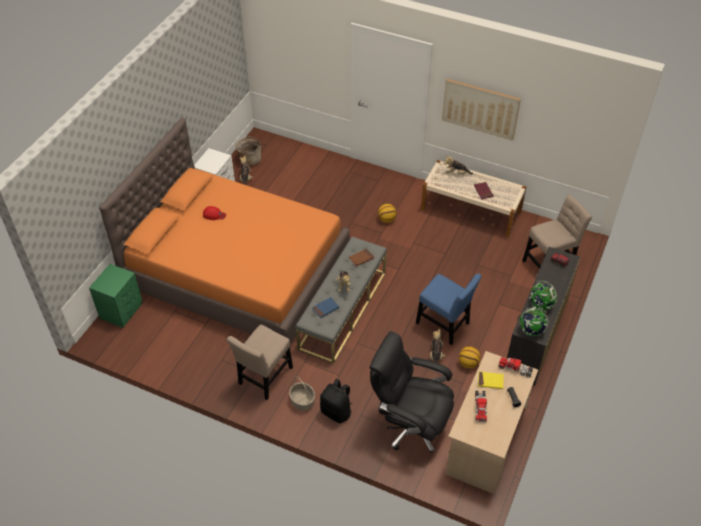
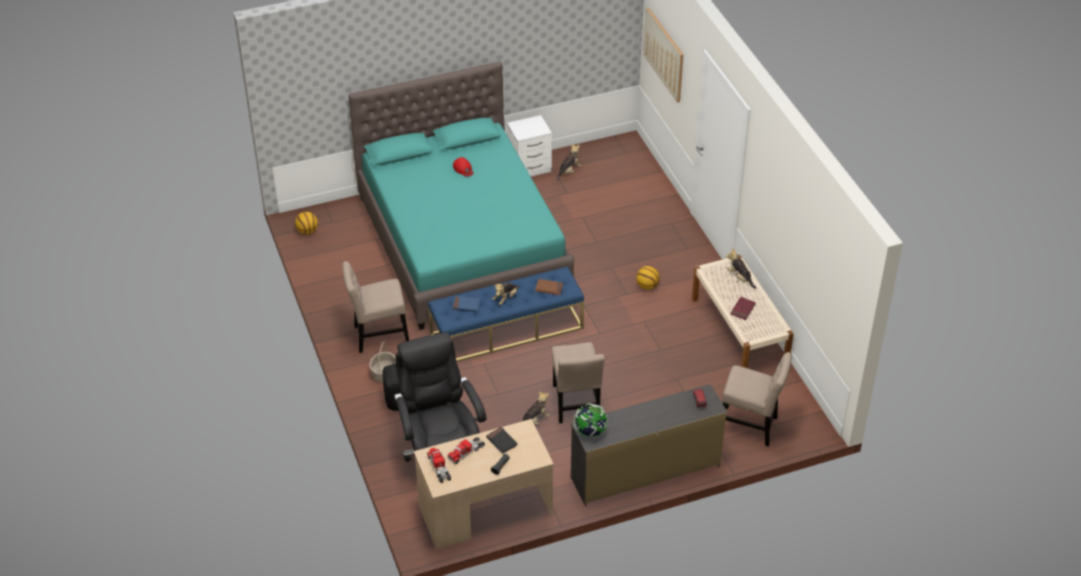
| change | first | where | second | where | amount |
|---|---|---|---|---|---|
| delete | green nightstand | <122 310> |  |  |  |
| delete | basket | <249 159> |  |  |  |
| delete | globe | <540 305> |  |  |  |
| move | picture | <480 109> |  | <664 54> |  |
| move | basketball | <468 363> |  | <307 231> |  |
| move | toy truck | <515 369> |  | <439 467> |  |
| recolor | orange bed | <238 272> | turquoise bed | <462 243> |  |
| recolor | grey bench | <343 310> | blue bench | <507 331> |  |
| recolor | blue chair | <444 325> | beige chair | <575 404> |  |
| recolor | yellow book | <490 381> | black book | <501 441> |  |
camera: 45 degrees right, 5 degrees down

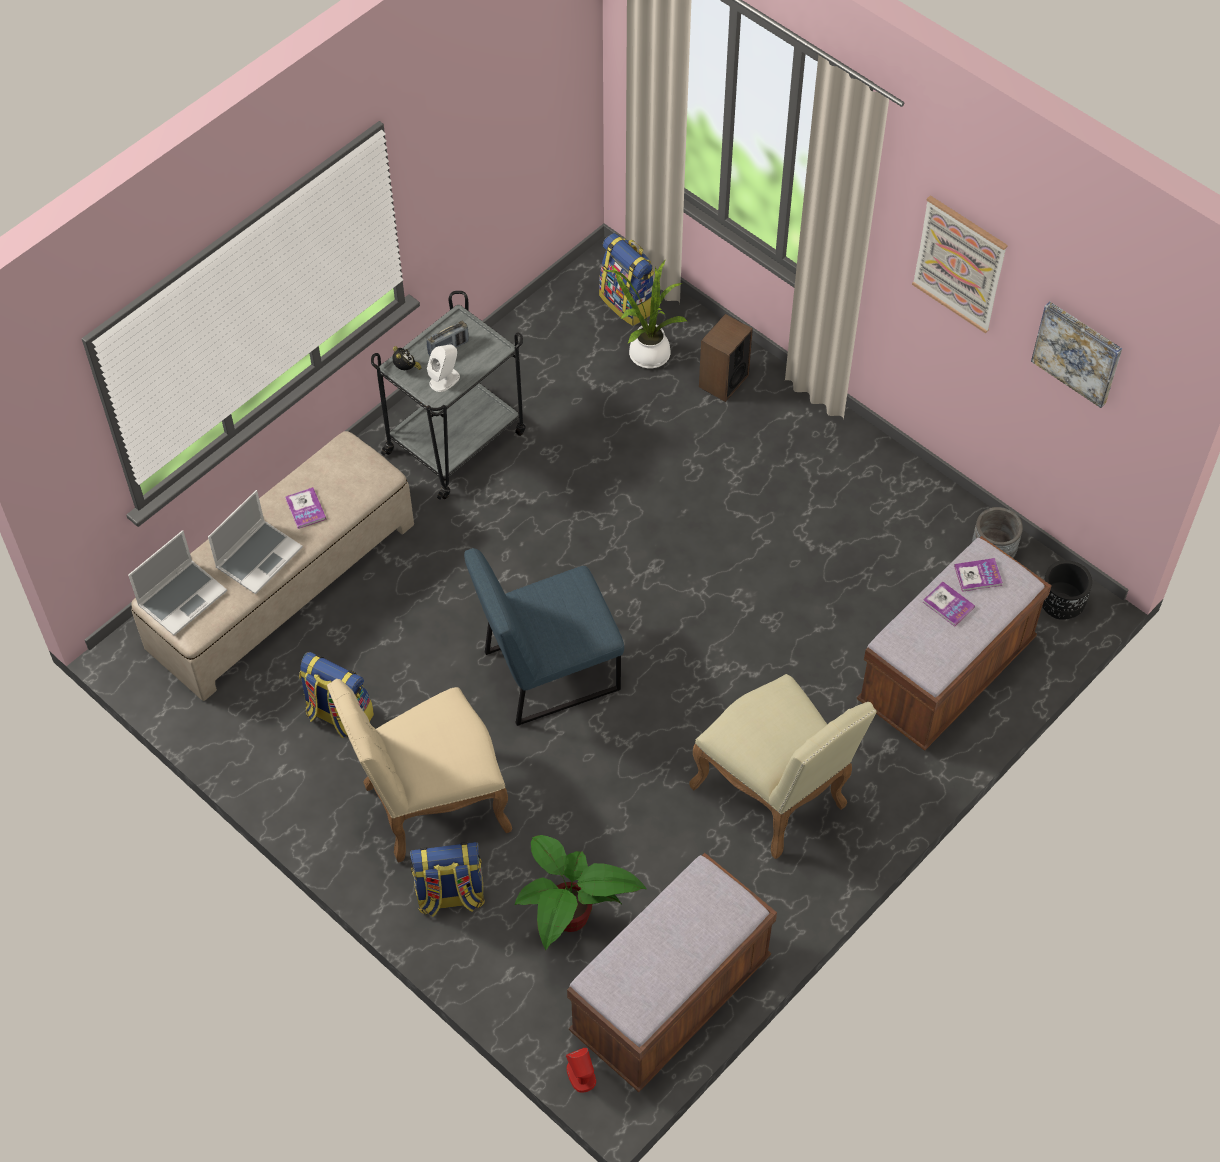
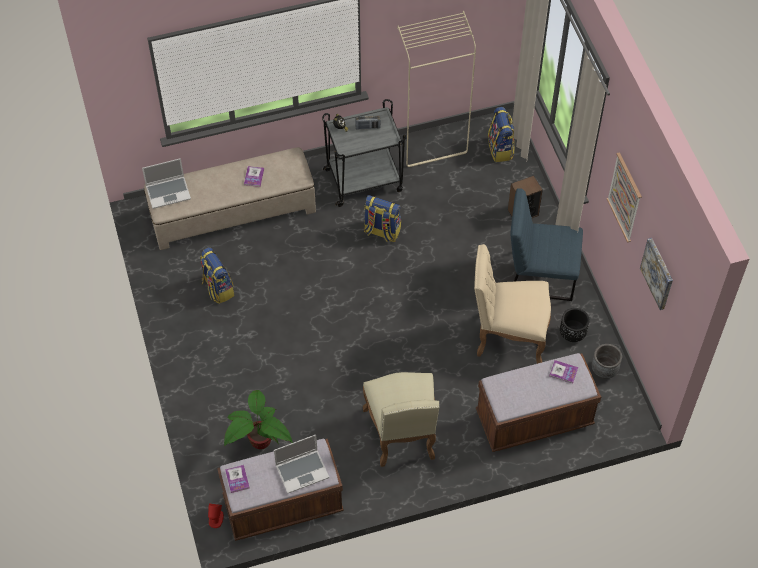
| change | first | where | second | where | amount |
|---|---|---|---|---|---|
| delete | white speaker | <445 379> |  |  |  |
| delete | potted plant | <646 354> |  |  |  |
| insert |  |  | beige clothes rack | <432 146> |  |
| move | laptop | <259 557> |  | <302 471> |  |
| move | beige chair | <431 804> |  | <508 336> |  |
| move | backpack | <450 896> |  | <381 231> |  |
| move | blue chair | <547 671> |  | <540 275> |  |
| move | book | <948 605> |  | <237 479> |  |
| move | black planter | <1060 606> |  | <572 334> |  |
camera: 30 degrees right, 0 degrees up

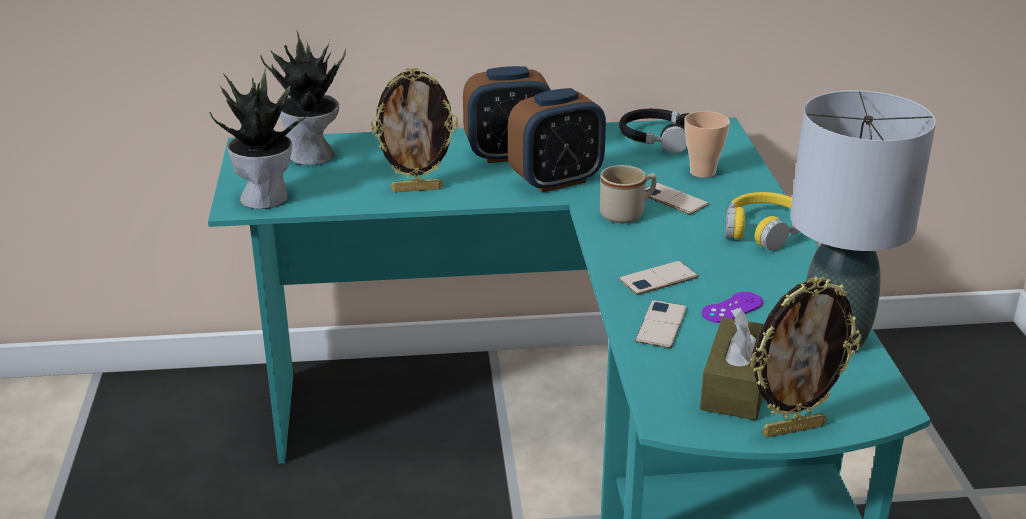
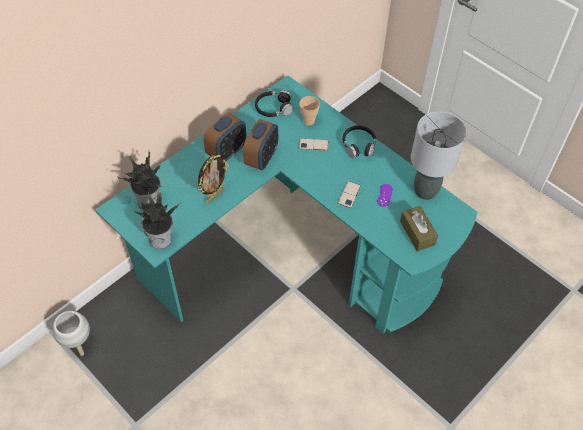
| change | first | where | second | where | amount |
|---|---|---|---|---|---|
| delete | beige mug | <628 213> |  |  |  |
| delete | phone | <661 325> |  |  |  |
| delete | picture frame | <792 428> |  |  |  |
| insert |  |  | white planter | <78 344> |  |
| recolor | yellow headphones | <763 230> | black headphones | <359 145> |  |
camera: 40 degrees left, 25 degrees up

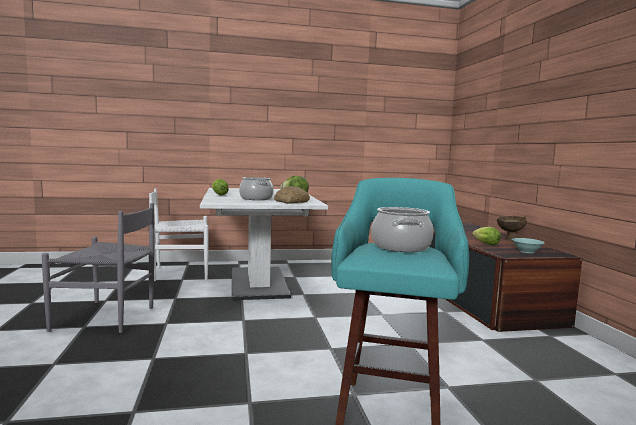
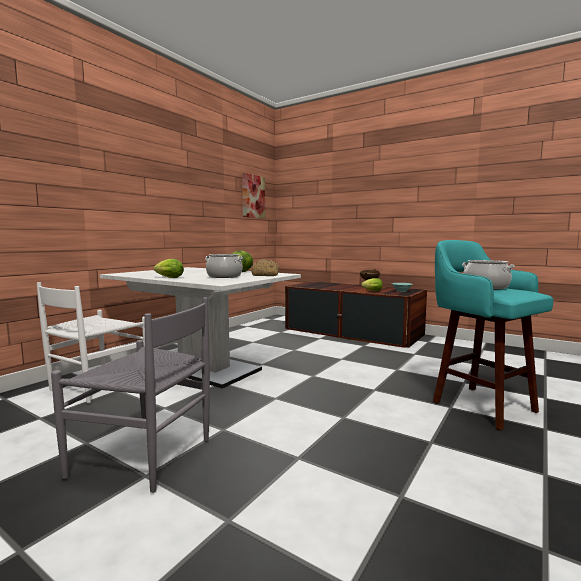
| change | first | where | second | where | amount |
|---|---|---|---|---|---|
| insert |  |  | picture | <253 196> |  |
| rotate | grey chair | <106 318> |  | <146 455> | 60 degrees clockwise |
camera: 45 degrees left, 0 degrees up

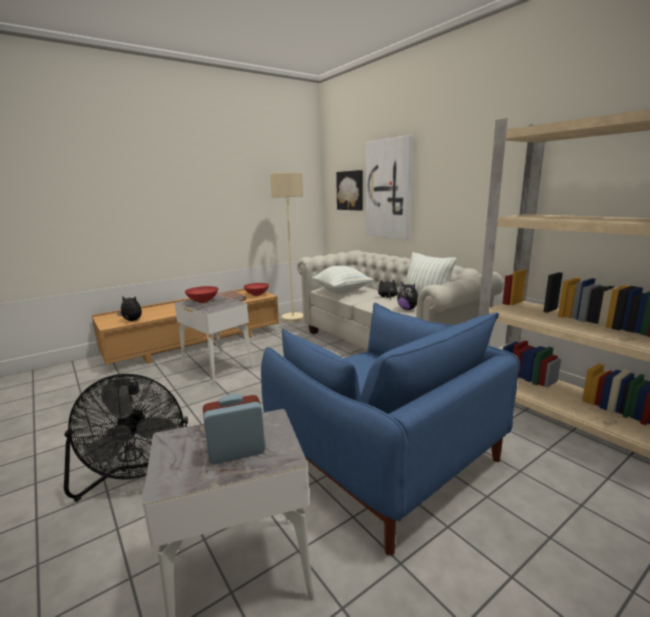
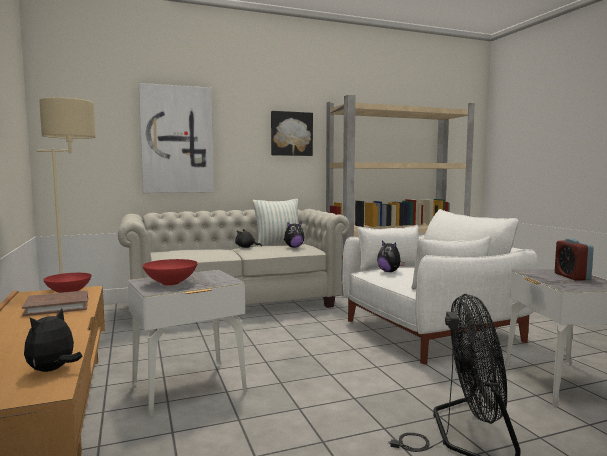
| change | first | where | second | where | amount |
|---|---|---|---|---|---|
| delete | pillow | <342 291> |  |  |  |
| insert |  |  | plush toy | <389 272> |  |
| move | picture | <350 190> |  | <291 134> |  |
| recolor | blue armchair | <383 457> | white armchair | <431 331> |  |
camera: 75 degrees left, 10 degrees down

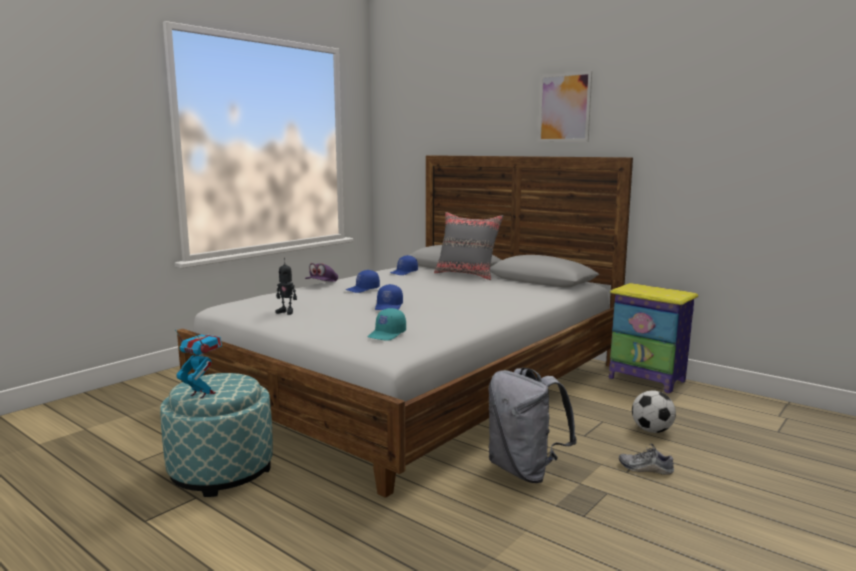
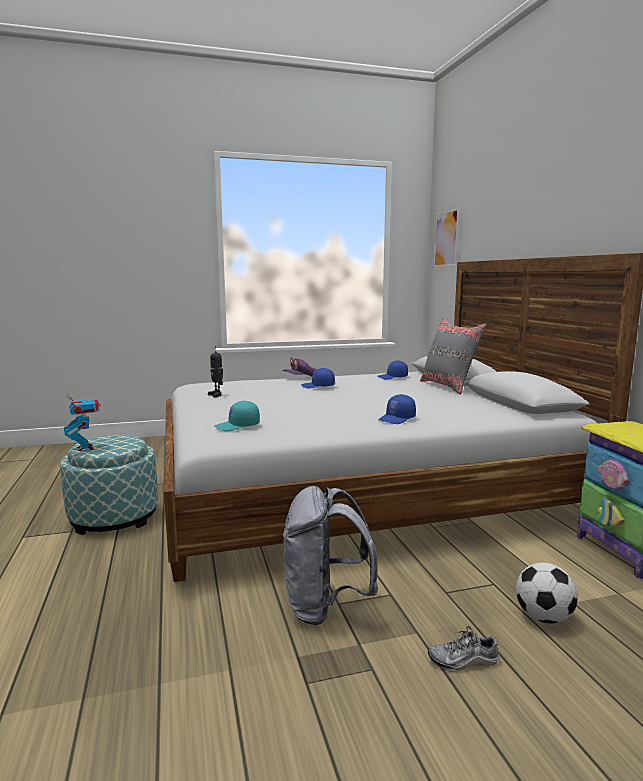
| change | first | where | second | where | amount |
|---|---|---|---|---|---|
| move | blue cap | <389 307> |  | <397 419> |  |
| move | picture | <564 107> |  | <446 239> |  |
| rotate | shoe | <645 468> |  | <463 661> | 60 degrees counterclockwise |
camera: 35 degrees right, 0 degrees up

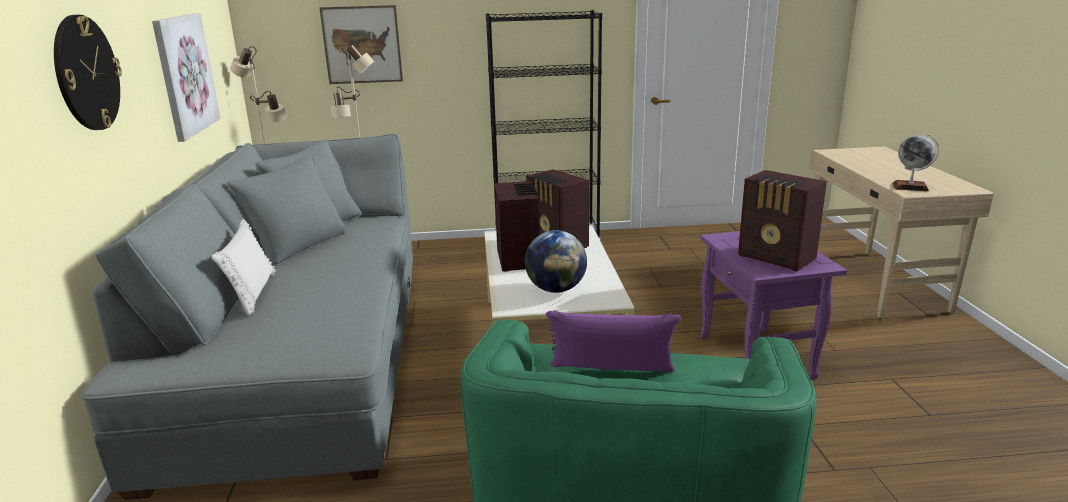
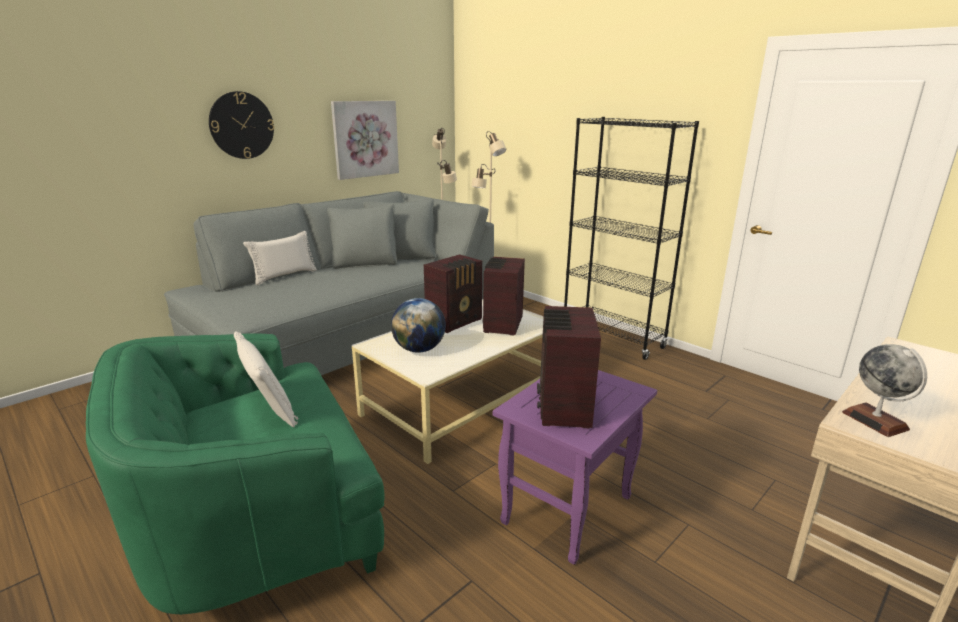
| change | first | where | second | where | amount |
|---|---|---|---|---|---|
| delete | picture | <362 45> |  |  |  |
| recolor | purple pillow | <611 375> | white pillow | <268 405> |  |
camera: 50 degrees right, 0 degrees up

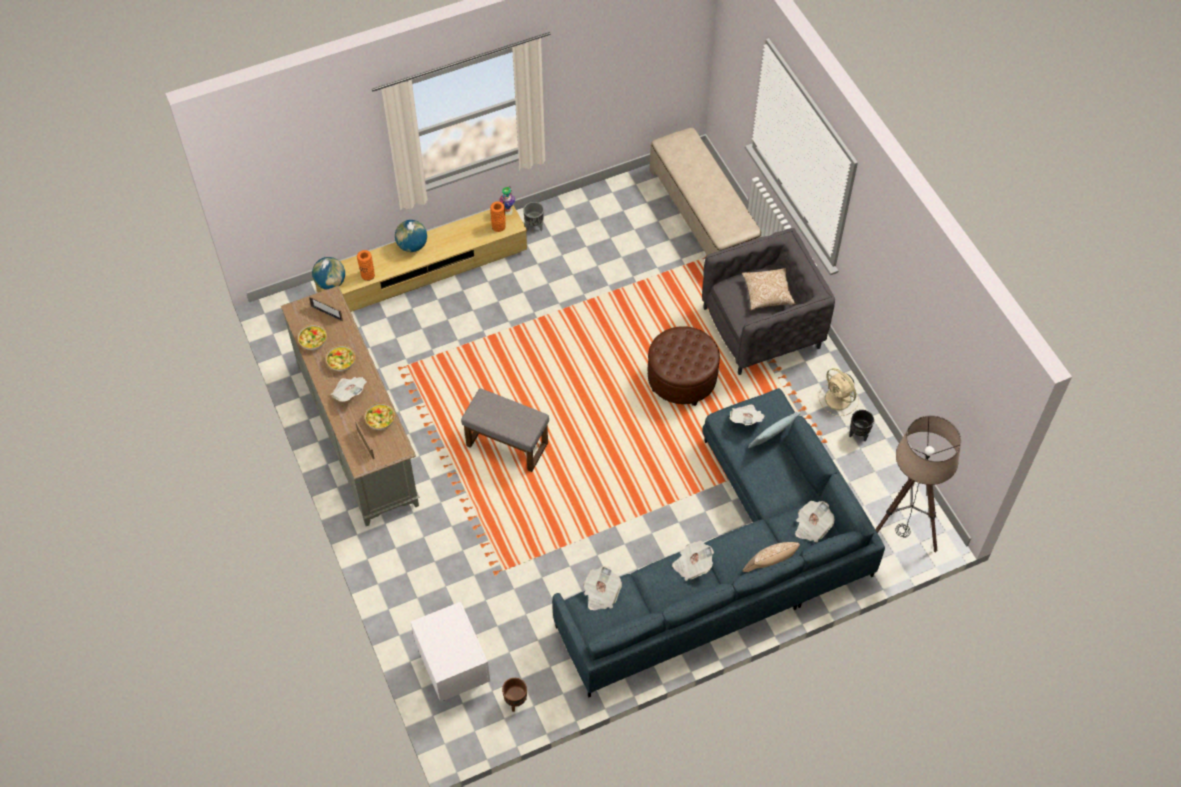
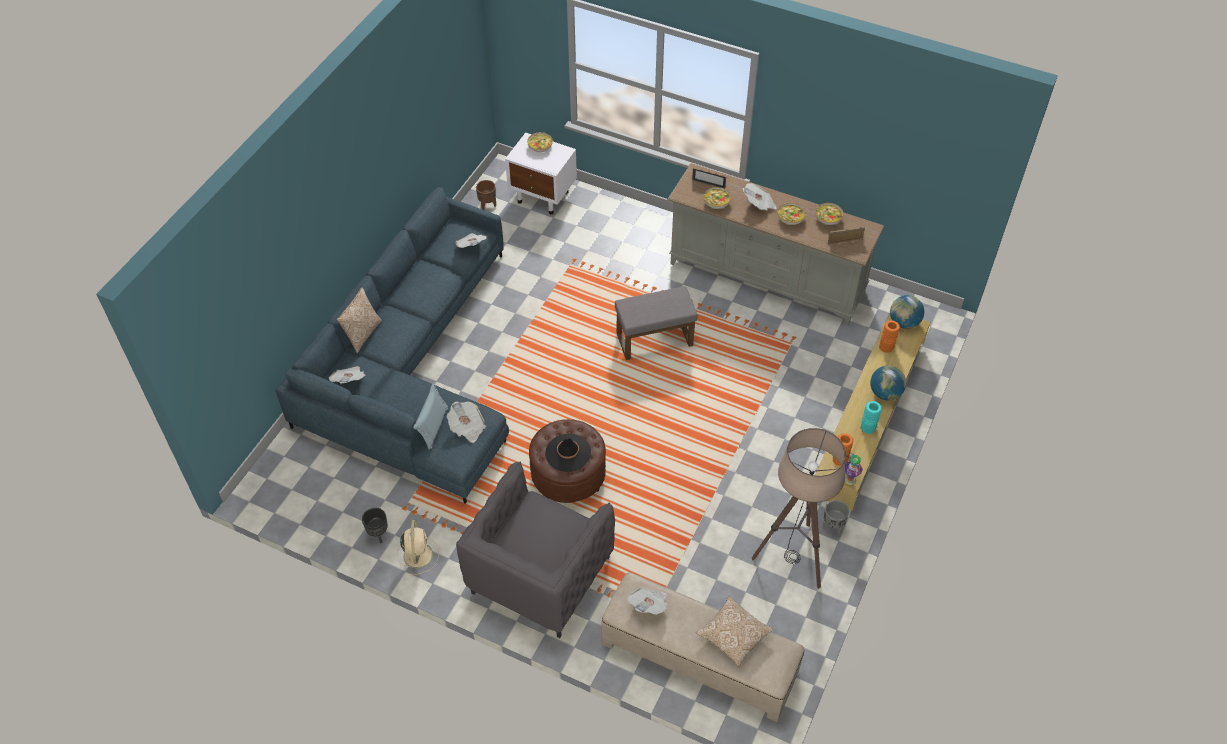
| change | first | where | second | where | amount |
|---|---|---|---|---|---|
| insert |  |  | bowl | <540 146> |  |
| insert |  |  | black hat | <568 453> |  |
| insert |  |  | turquoise vase | <868 427> |  |
| move | newspaper | <692 565> |  | <649 605> |  |
| move | pillow | <767 294> |  | <733 636> |  |
| move | floor lamp | <901 530> |  | <793 556> |  |
| rotate | beige fan | <838 400> |  | <418 554> | 75 degrees clockwise |
camera: 140 degrees right, 5 degrees down

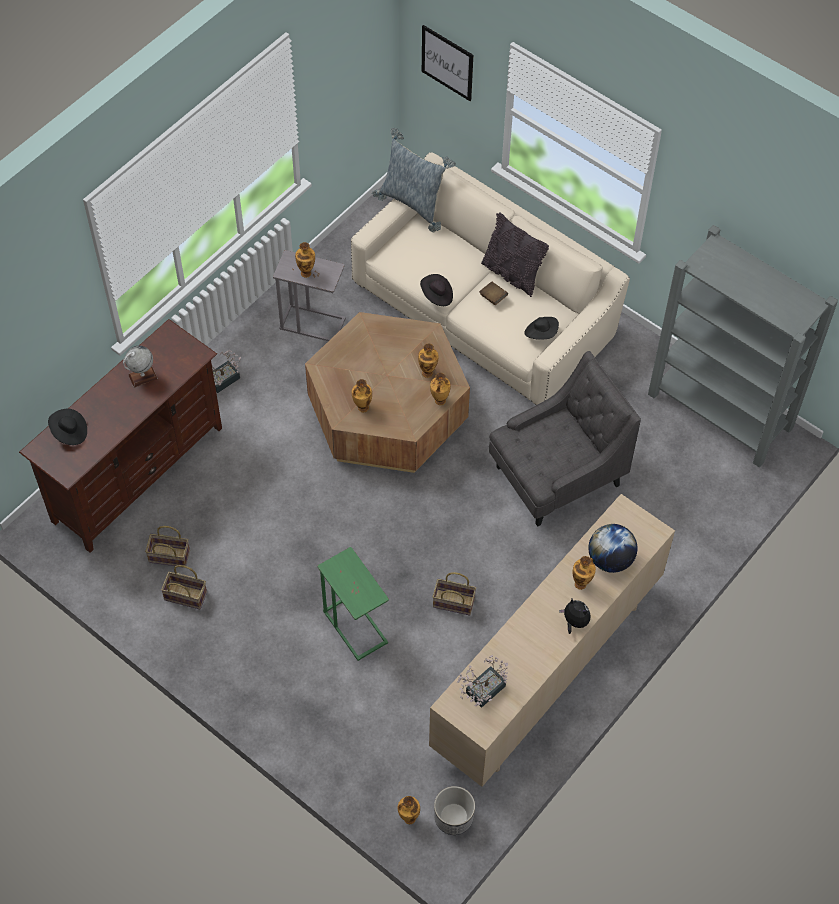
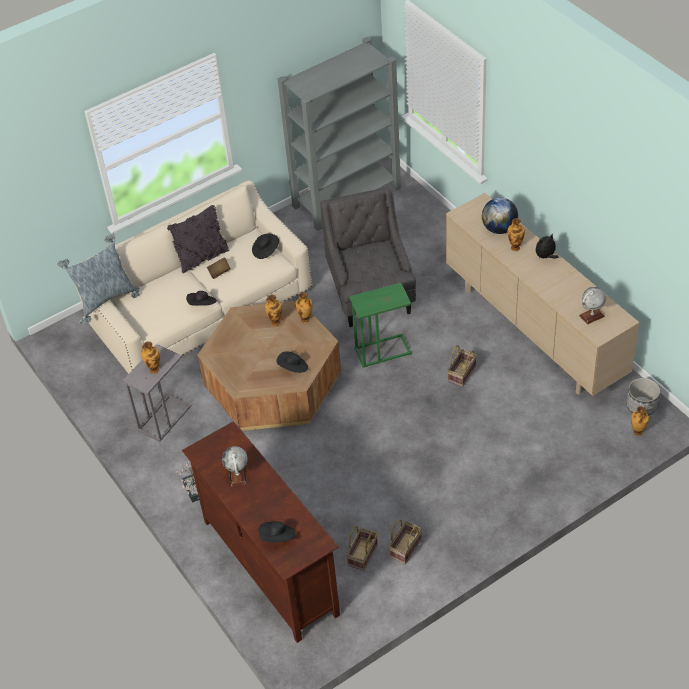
| change | first | where | second | where | amount |
|---|---|---|---|---|---|
| delete | picture | <447 62> |  |  |  |
| move | green side table | <354 627> |  | <382 351> |  |
| replace | vase | <362 408> | black hat | <293 368> |  |
| replace | potted plant | <481 692> | globe | <591 316> |  |
camera: 70 degrees left, 10 degrees down

